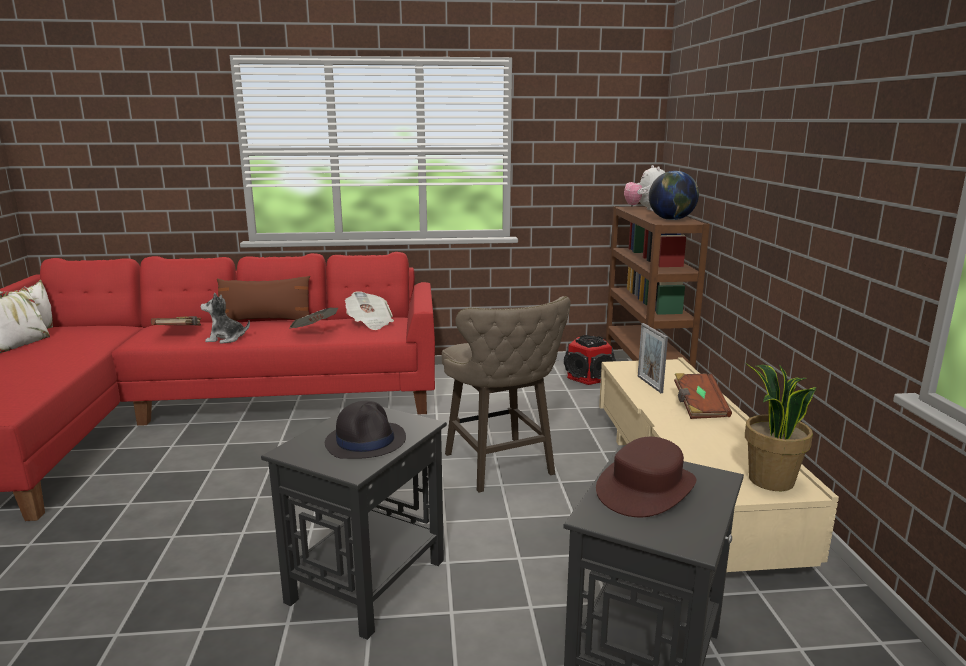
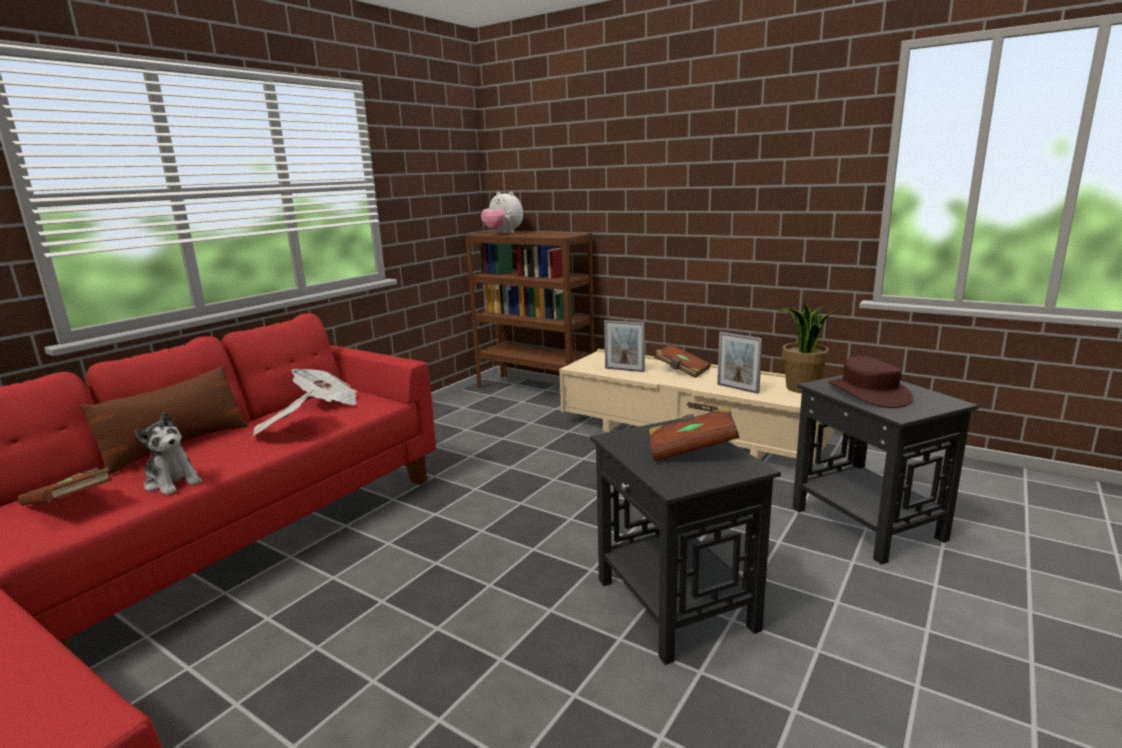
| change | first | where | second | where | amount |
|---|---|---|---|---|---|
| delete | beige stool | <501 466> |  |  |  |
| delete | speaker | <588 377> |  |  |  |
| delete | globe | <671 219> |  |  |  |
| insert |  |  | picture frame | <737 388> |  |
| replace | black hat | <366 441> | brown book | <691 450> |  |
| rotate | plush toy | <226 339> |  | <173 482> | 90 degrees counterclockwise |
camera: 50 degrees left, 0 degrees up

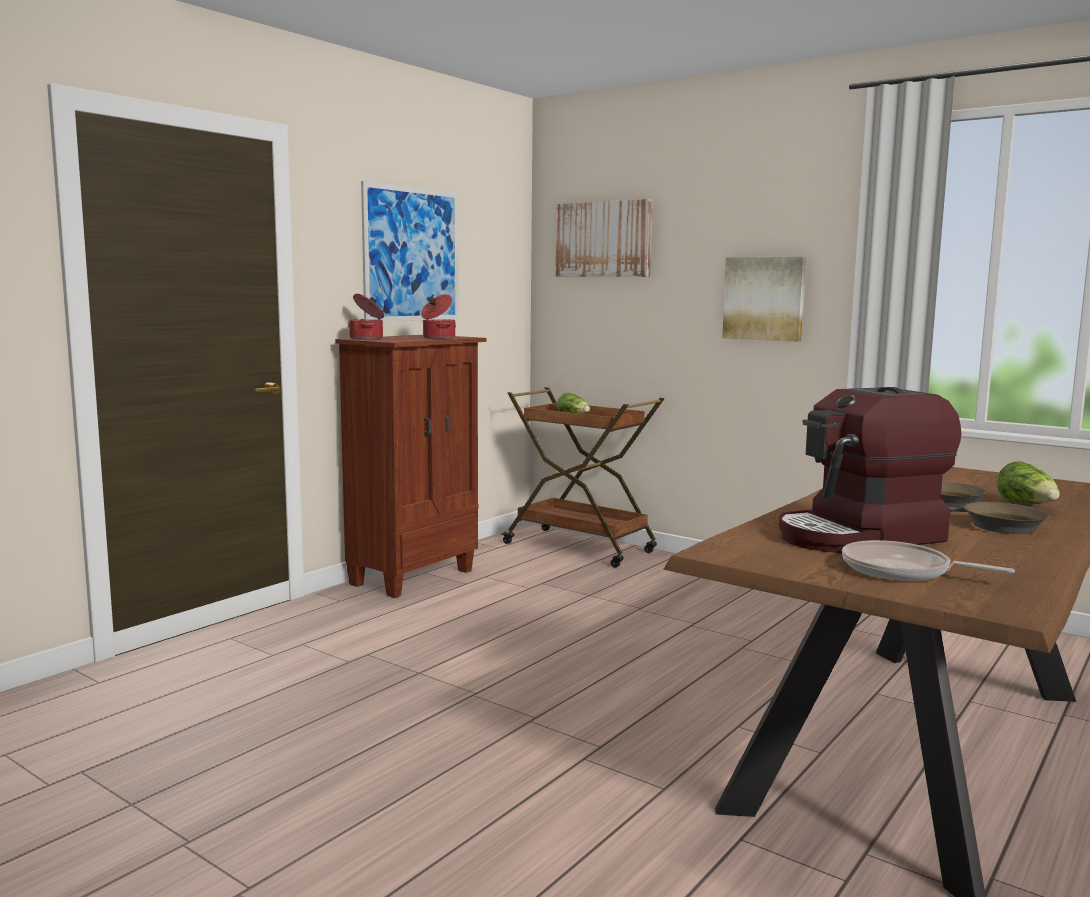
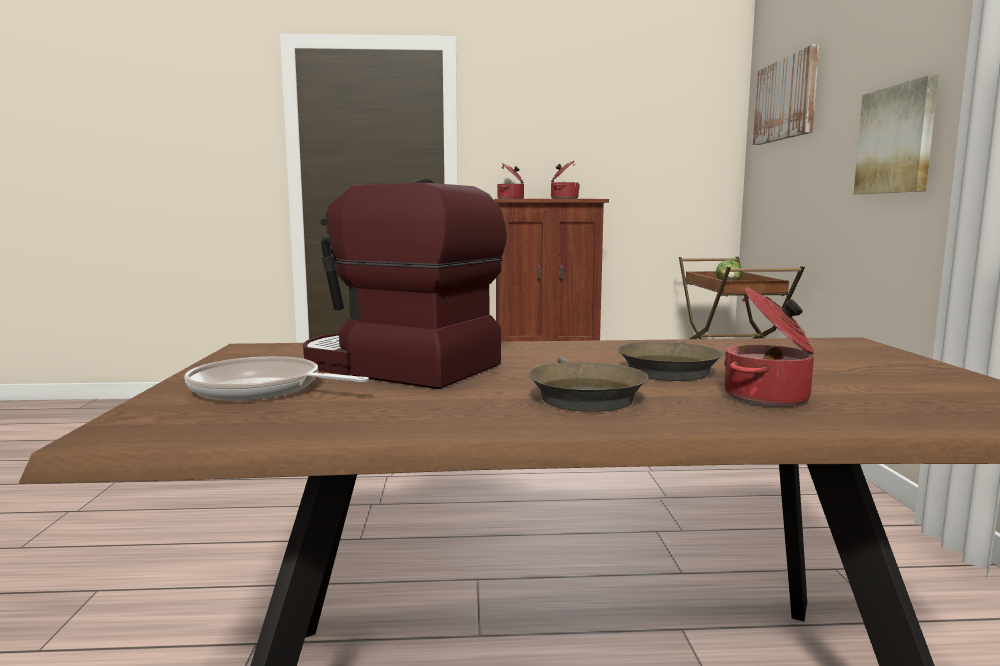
| change | first | where | second | where | amount |
|---|---|---|---|---|---|
| delete | picture | <412 254> |  |  |  |
| replace | lettuce | <1027 505> | cooking pot | <768 397> |  |
| rotate | frying pan | <902 570> |  | <261 389> | 60 degrees counterclockwise |
camera: 50 degrees right, 0 degrees up

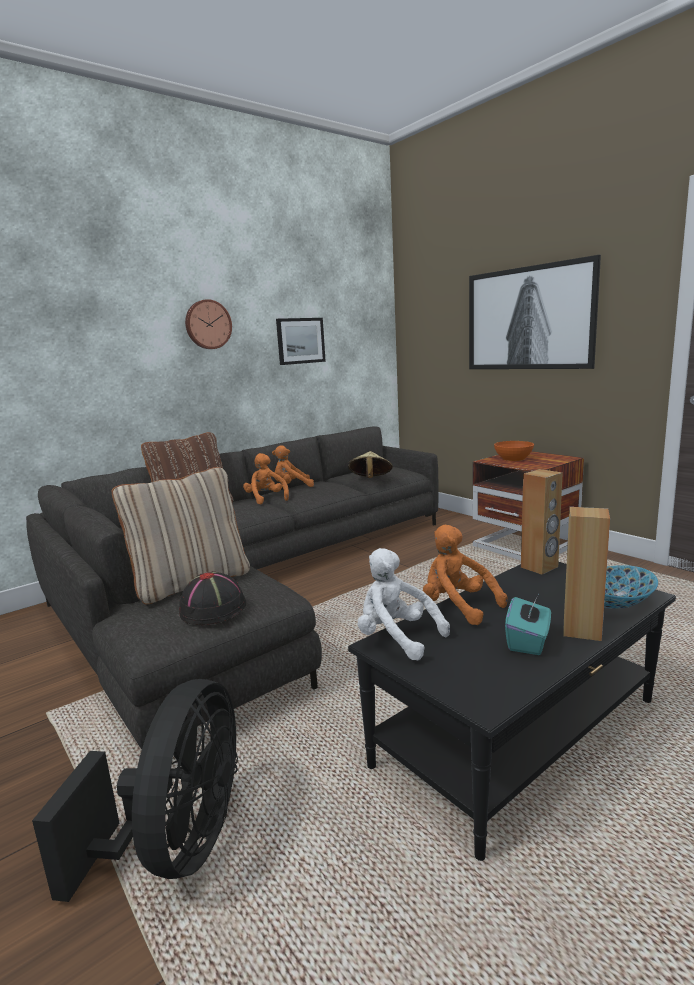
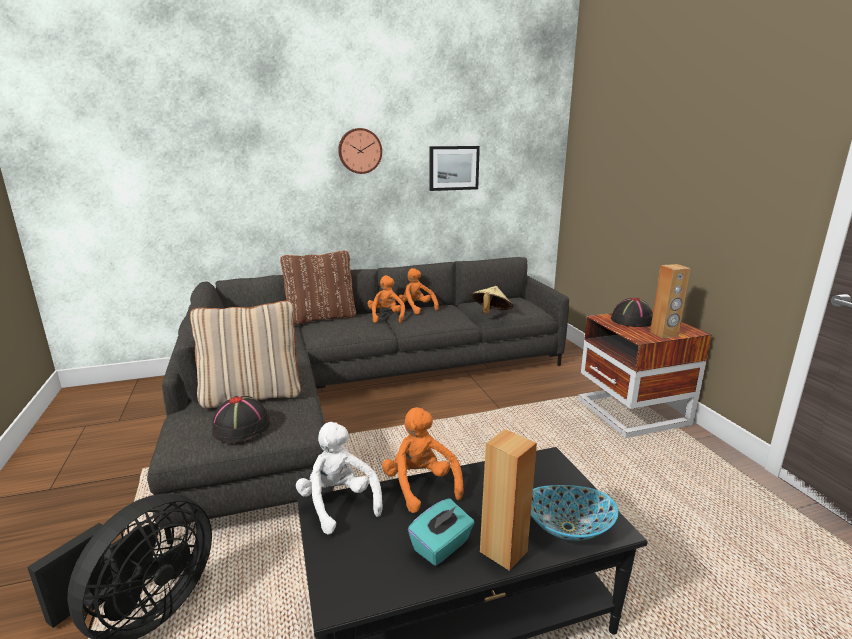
| change | first | where | second | where | amount |
|---|---|---|---|---|---|
| delete | picture | <528 318> |  |  |  |
| move | brown speaker | <539 567> |  | <664 334> |  |
| replace | orange bowl | <513 459> | black hat | <631 321> |  |
| rotate | orange plush toy | <292 487> |  | <416 308> | 45 degrees clockwise |
camera: 20 degrees right, 5 degrees up

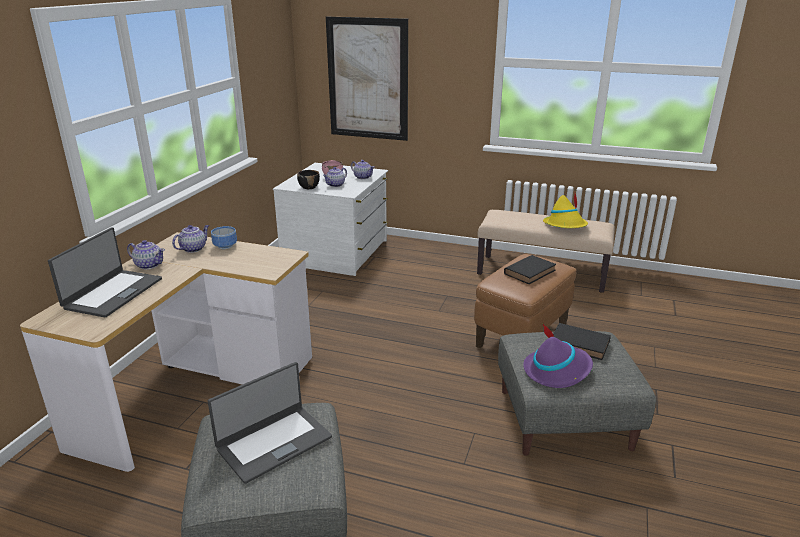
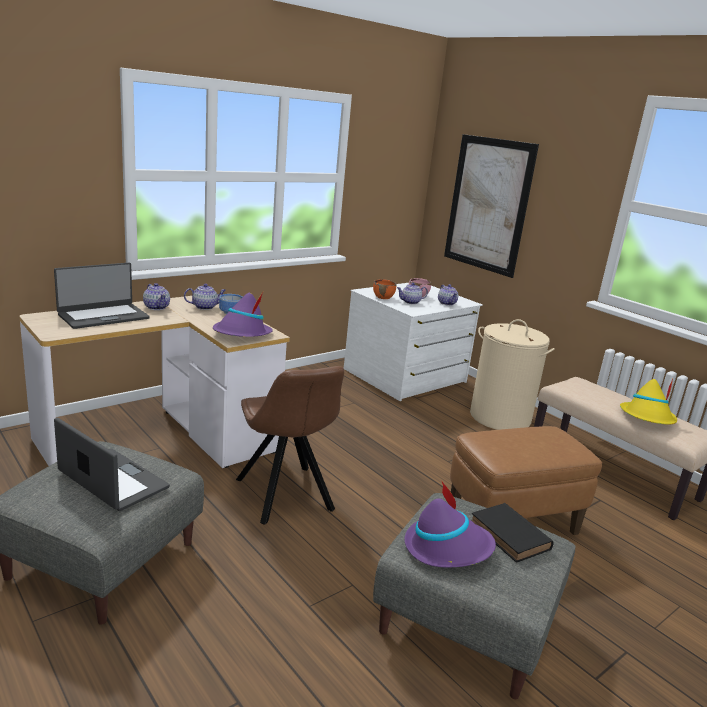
| change | first | where | second | where | amount |
|---|---|---|---|---|---|
| delete | black book | <530 272> |  |  |  |
| insert |  |  | purple hat | <242 334> |  |
| insert |  |  | brown chair | <285 495> |  |
| insert |  |  | beige laundry basket | <499 417> |  |
| recolor | black bowl | <309 187> | orange bowl | <383 297> |  |
| rotate | laptop | <273 442> |  | <112 481> | 135 degrees counterclockwise |
camera: 30 degrees right, 5 degrees down

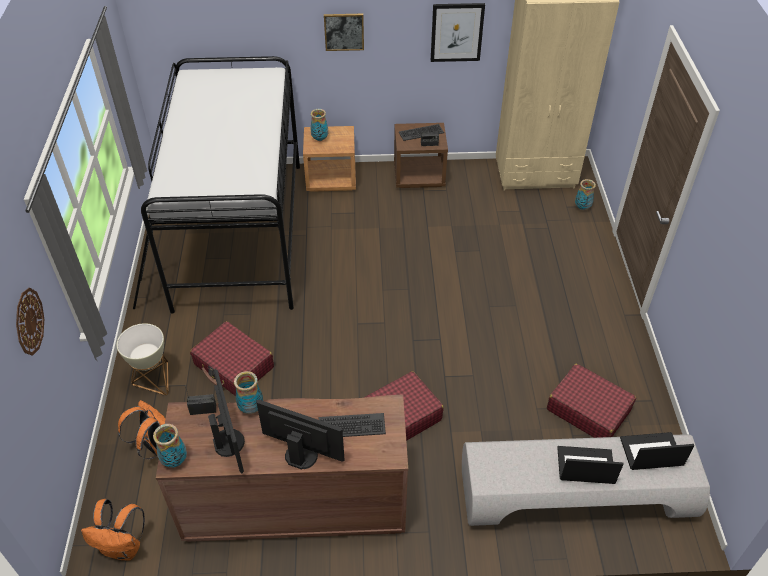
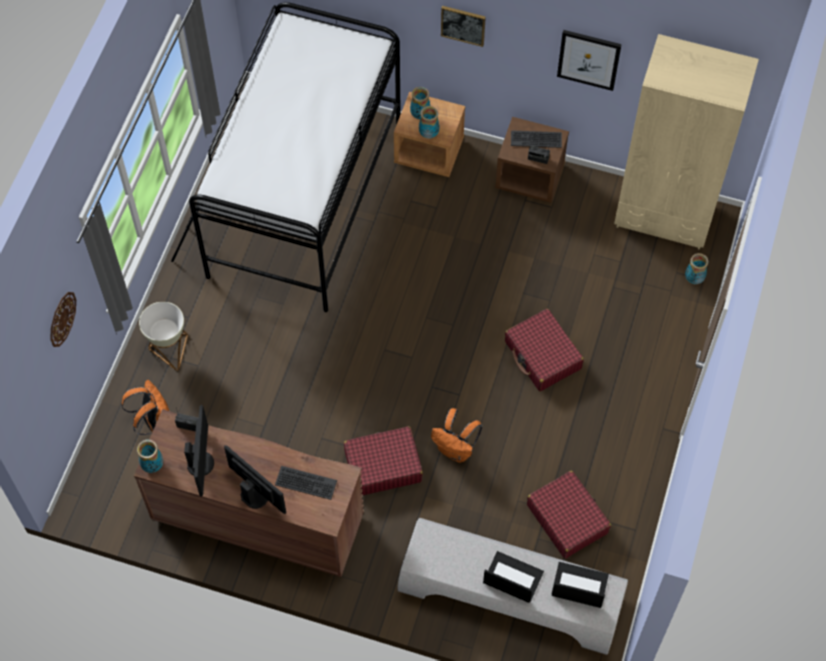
| change | first | where | second | where | amount |
|---|---|---|---|---|---|
| move | orange backpack | <124 547> |  | <456 450> |  |
| move | red suitcase | <234 366> |  | <542 355> |  |
| move | vase | <251 407> |  | <428 134> |  |
camera: 20 degrees right, 15 degrees up

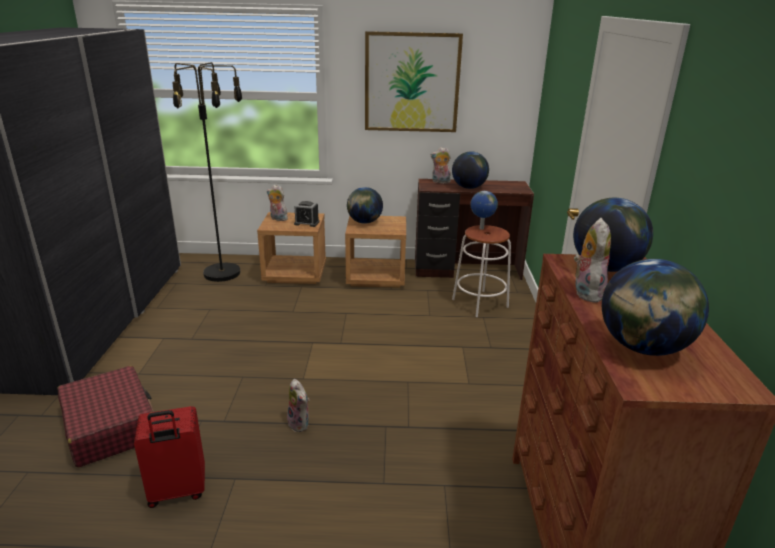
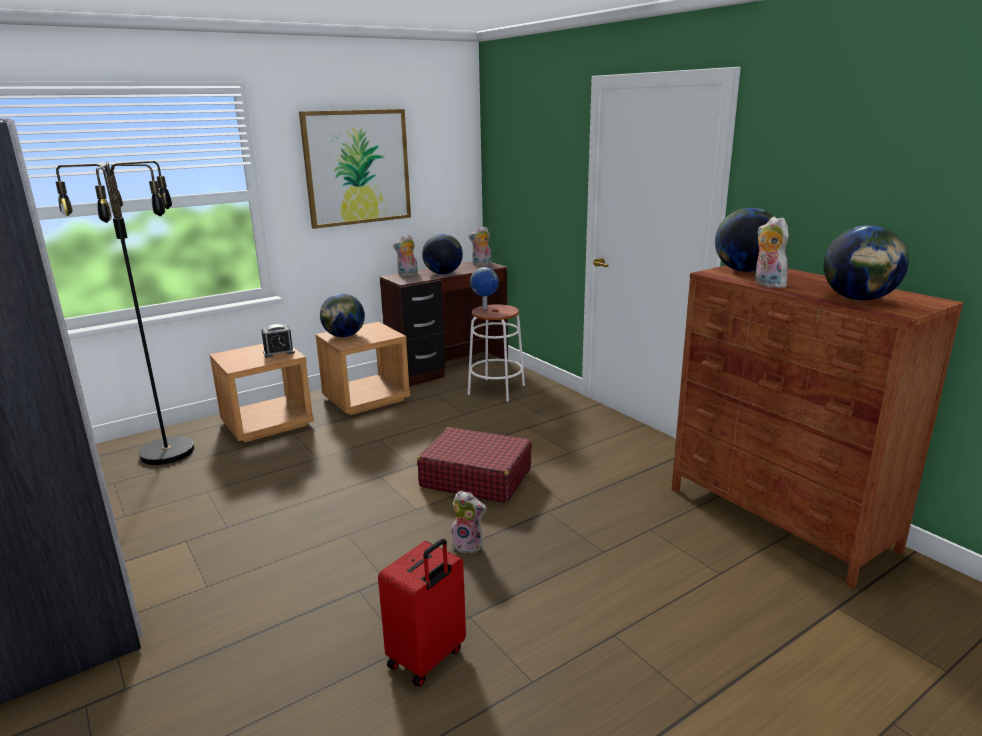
| change | first | where | second | where | amount |
|---|---|---|---|---|---|
| move | red suitcase | <110 426> |  | <475 478> |  |
| move | plush toy | <277 219> |  | <481 264> |  |
camera: 35 degrees left, 5 degrees down

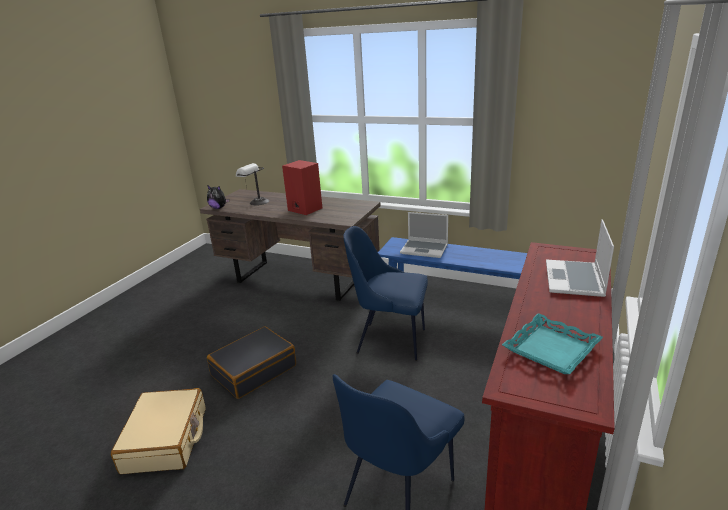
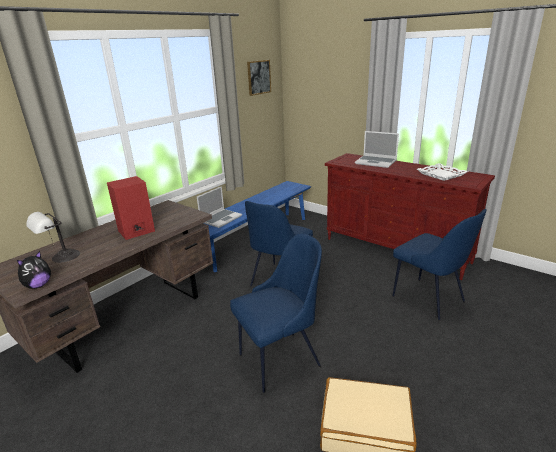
| change | first | where | second | where | amount |
|---|---|---|---|---|---|
| insert |  |  | picture | <258 77> |  |
| replace | black suitcase | <254 370> | blue chair | <280 360> |  |
| recolor | turquoise tray | <552 349> | white tray | <441 174> |  |
camera: 75 degrees left, 0 degrees up

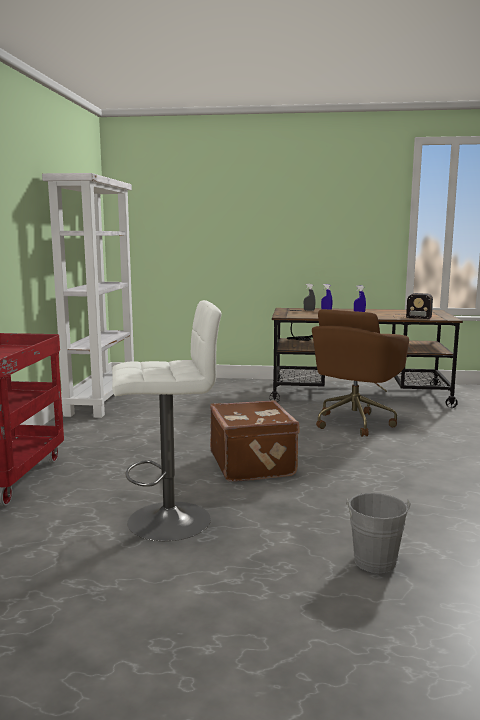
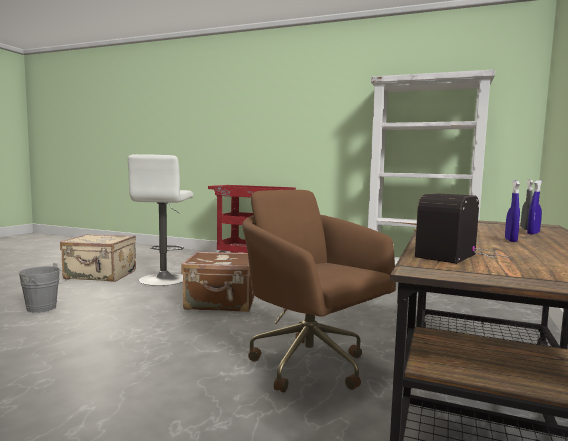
| change | first | where | second | where | amount |
|---|---|---|---|---|---|
| insert |  |  | beige suitcase | <100 275> |  |
camera: 105 degrees right, 5 degrees down

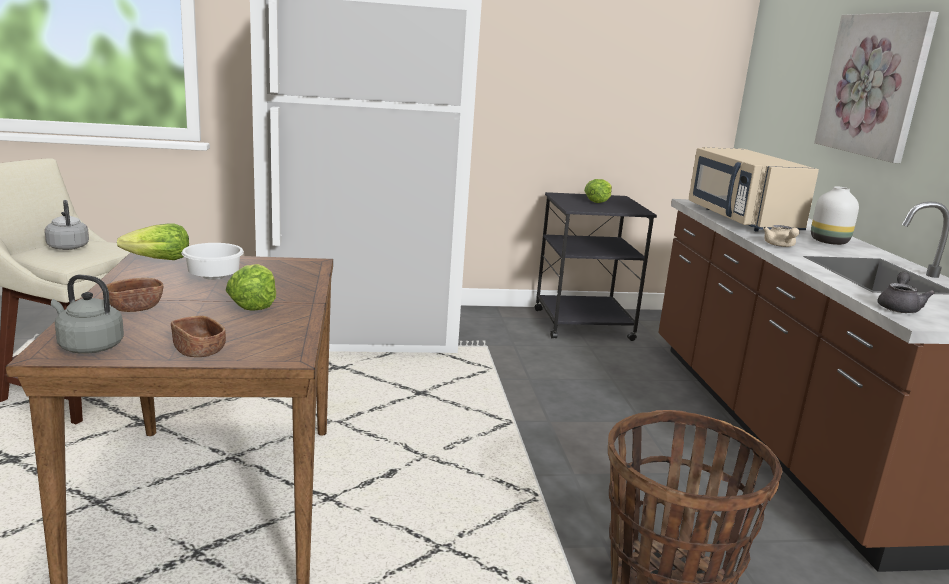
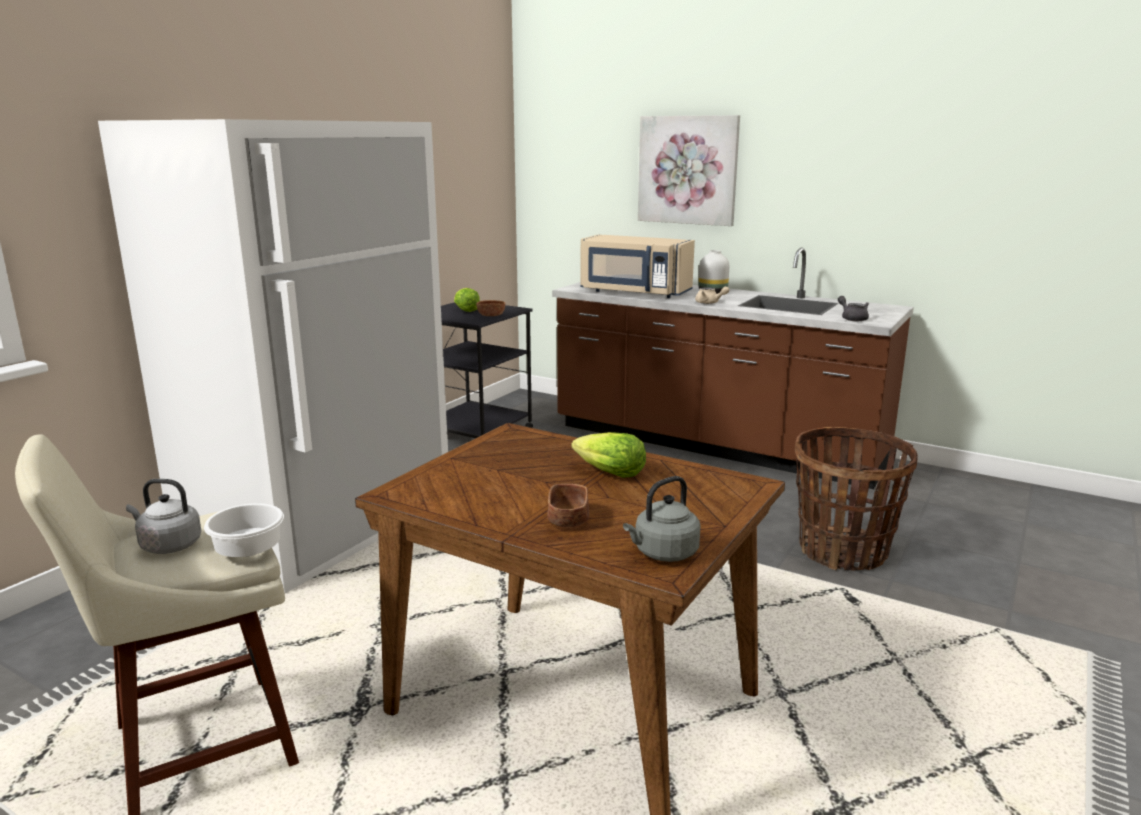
| change | first | where | second | where | amount |
|---|---|---|---|---|---|
| delete | lettuce | <158 260> |  |  |  |
| move | brown bowl | <199 351> |  | <491 315> |  |
| move | white bowl | <215 277> |  | <249 550> |  |
camera: 50 degrees left, 0 degrees up

